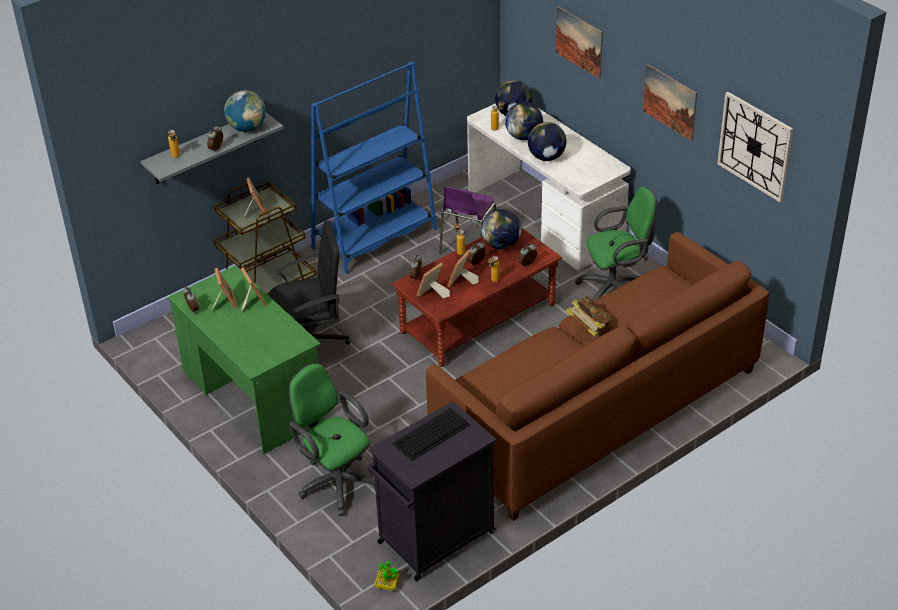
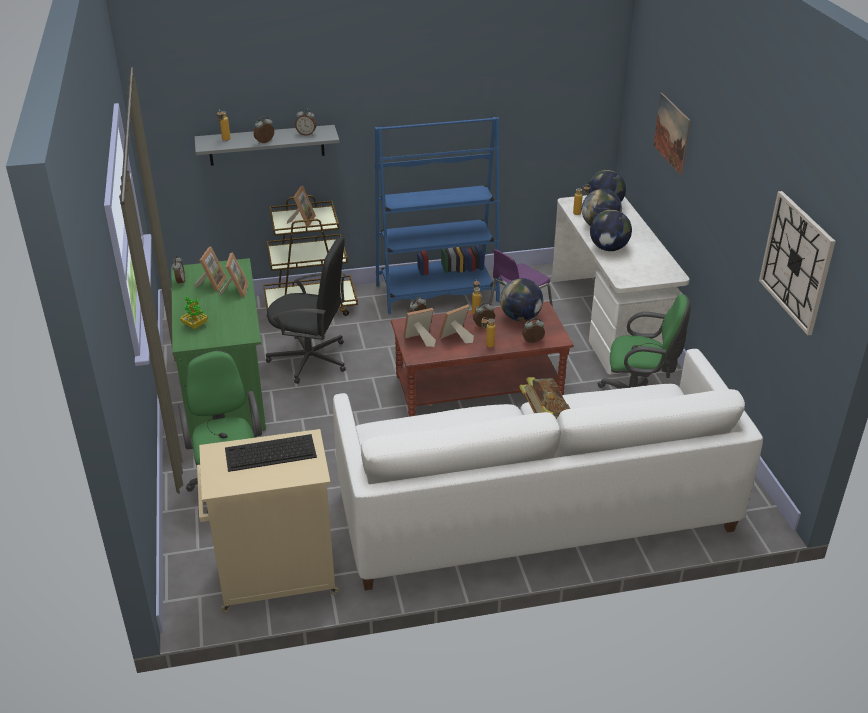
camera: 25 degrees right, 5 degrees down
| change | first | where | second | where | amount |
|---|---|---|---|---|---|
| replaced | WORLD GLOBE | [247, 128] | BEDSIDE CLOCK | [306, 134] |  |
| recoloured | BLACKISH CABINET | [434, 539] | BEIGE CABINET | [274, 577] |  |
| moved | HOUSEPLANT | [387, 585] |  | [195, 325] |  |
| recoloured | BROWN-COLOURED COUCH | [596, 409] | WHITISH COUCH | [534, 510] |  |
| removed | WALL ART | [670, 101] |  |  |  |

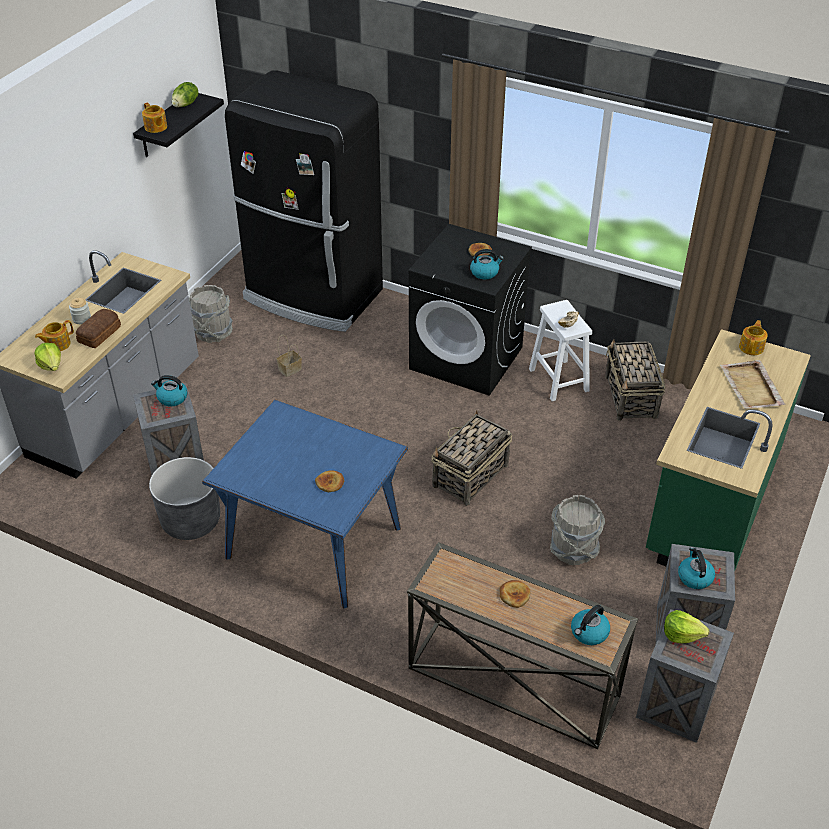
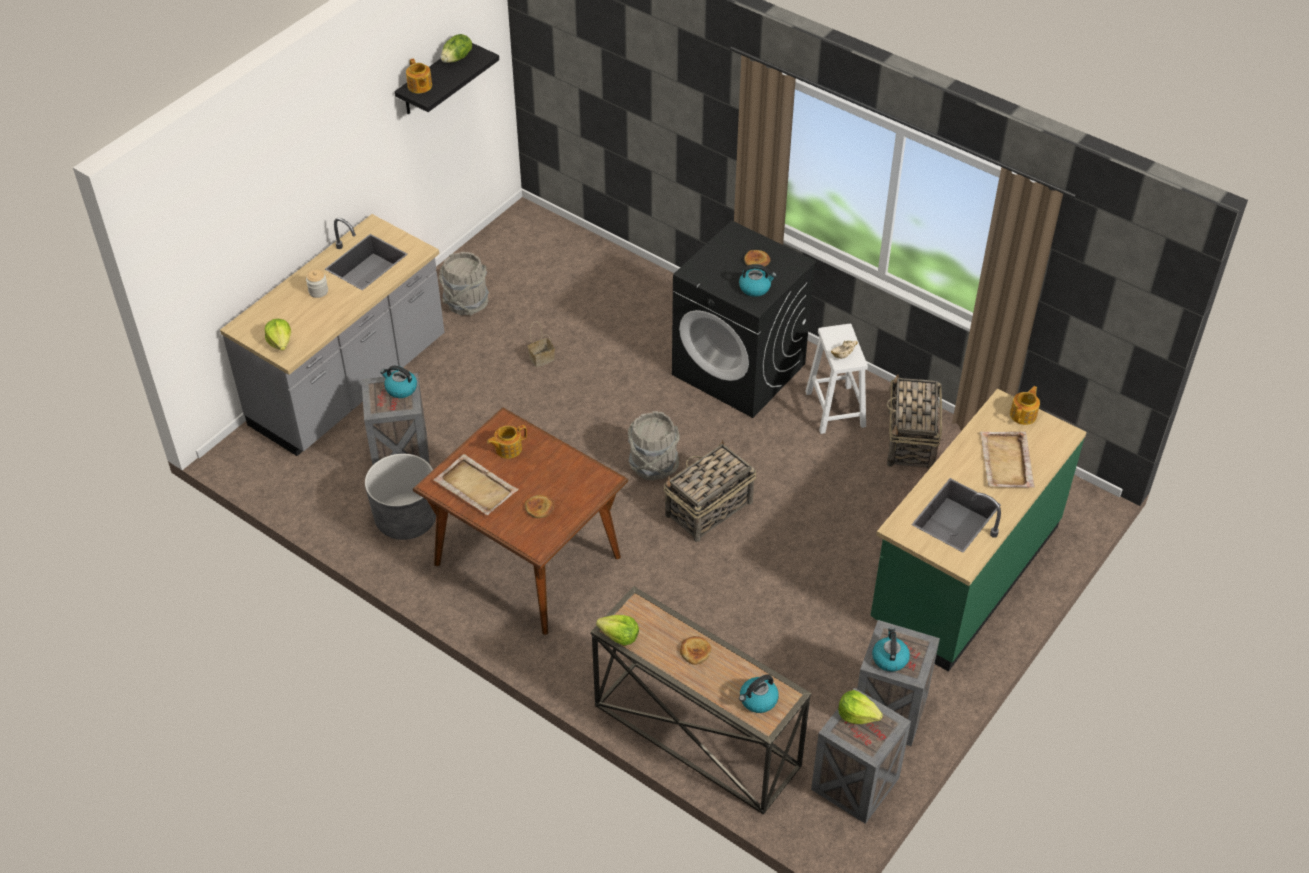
camera: 10 degrees right, 5 degrees up
| change | first | where | second | where | amount |
|---|---|---|---|---|---|
| moved | TEA POT | [57, 344] |  | [507, 448] |  |
| removed | BAKED BREAD | [100, 334] |  |  |  |
| recoloured | BLUE KITCHEN TABLE | [314, 543] | BROWN-COLOURED KITCHEN TABLE | [528, 560] |  |
| removed | BLACKISH REFRIGERATOR | [313, 296] |  |  |  |
| moved | GRAY WATER BUCKET | [573, 550] |  | [653, 465] |  |
| added |  |  | BEIGE TRAY | [475, 486] |  |
| added |  |  | LETTUCE | [619, 636] |  |

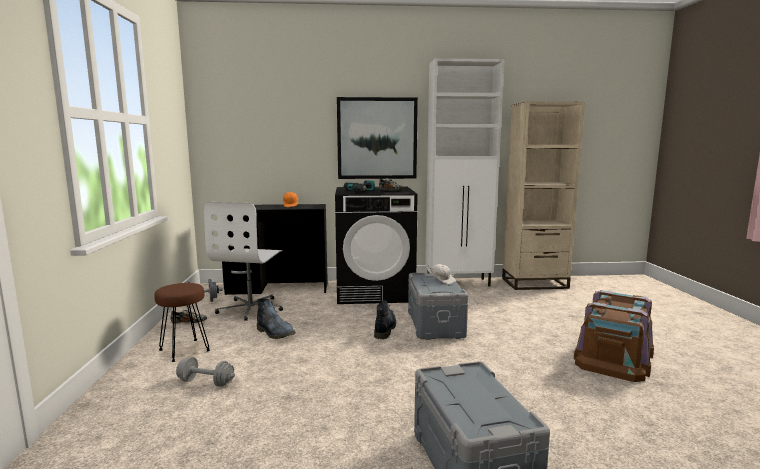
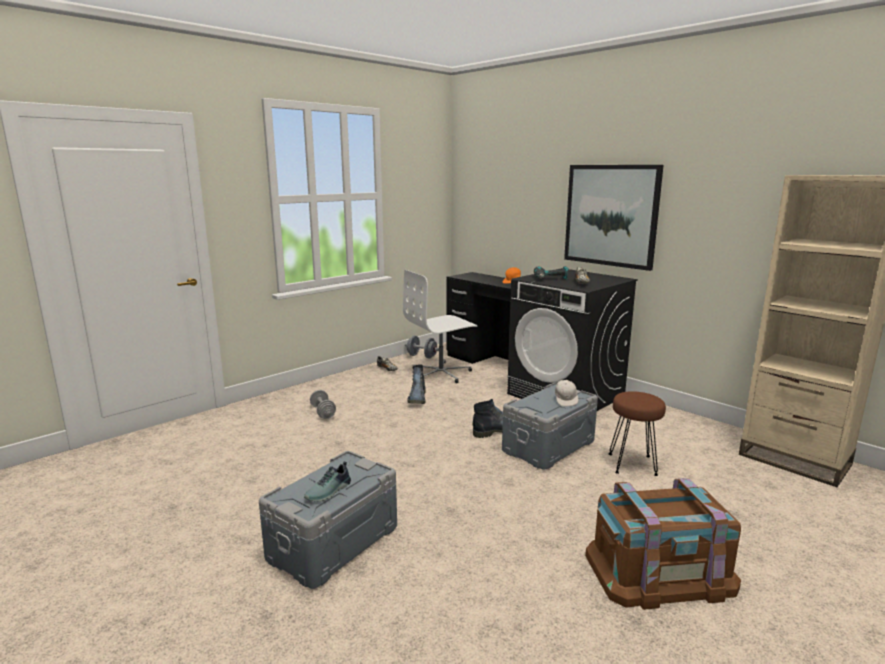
camera: 50 degrees right, 5 degrees up
| change | first | where | second | where | amount |
|---|---|---|---|---|---|
| moved | BROWN-COLOURED STOOL SEAT | [184, 350] |  | [632, 464] |  |
| removed | WHITISH CABINET | [459, 283] |  |  |  |
| added |  |  | SHOE | [329, 492] |  |

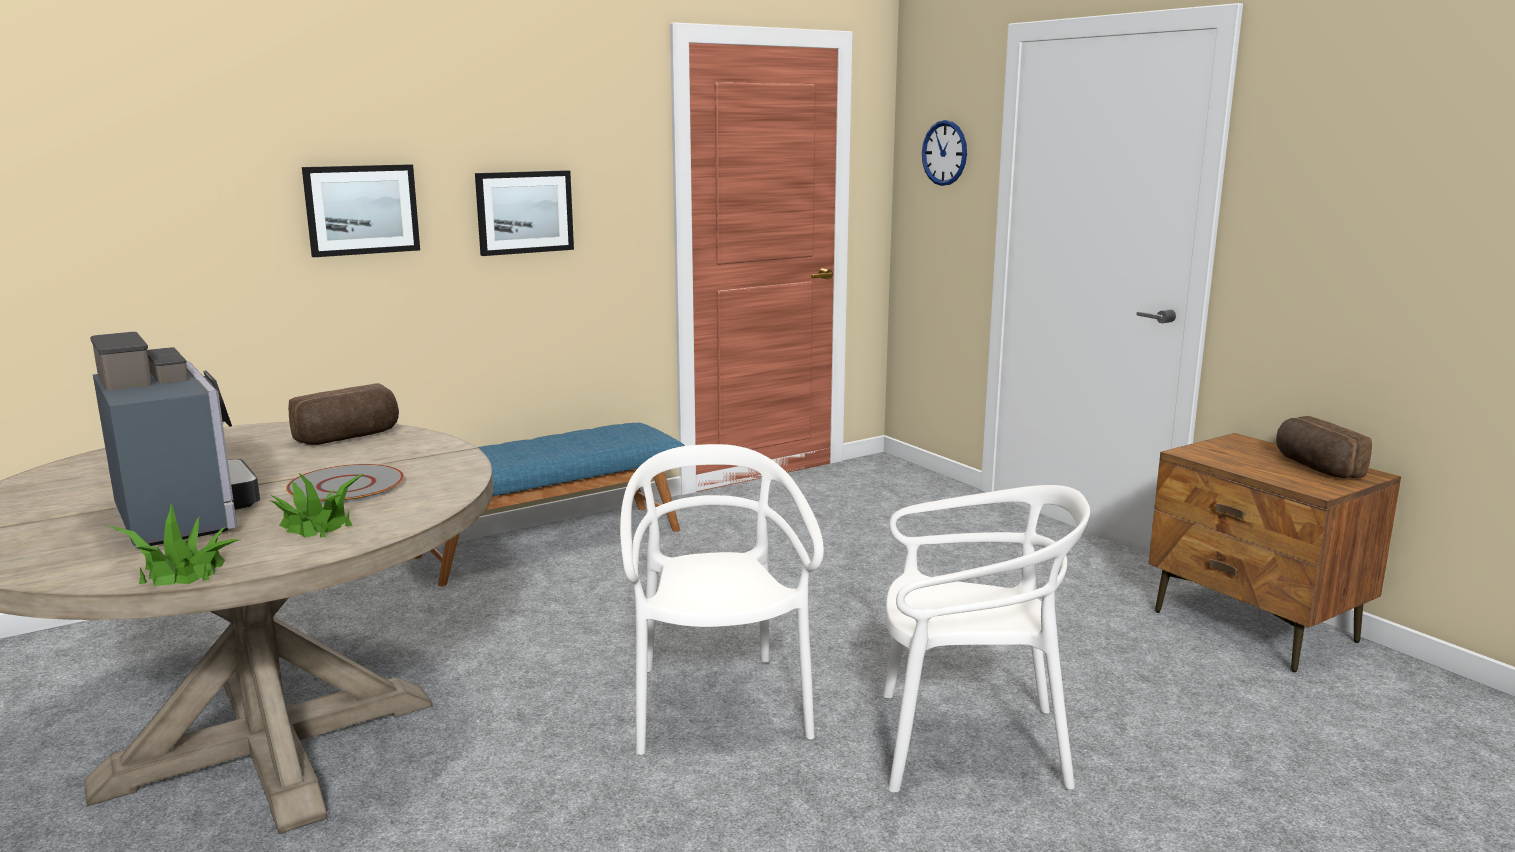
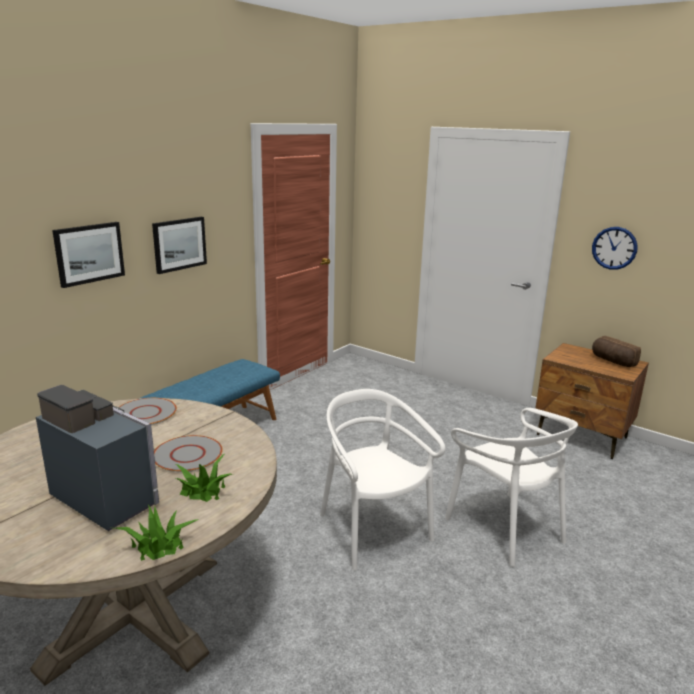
camera: 20 degrees left, 5 degrees up
| change | first | where | second | where | amount |
|---|---|---|---|---|---|
| replaced | BAKED BREAD | [348, 437] | GRAY FLAT DISH | [145, 413] |  |
| turned | WHITISH PLAIN CHAIR | [968, 744] |  | [505, 528] | 75 degrees clockwise |
| moved | HANGING CLOCK | [944, 153] |  | [614, 248] |  |

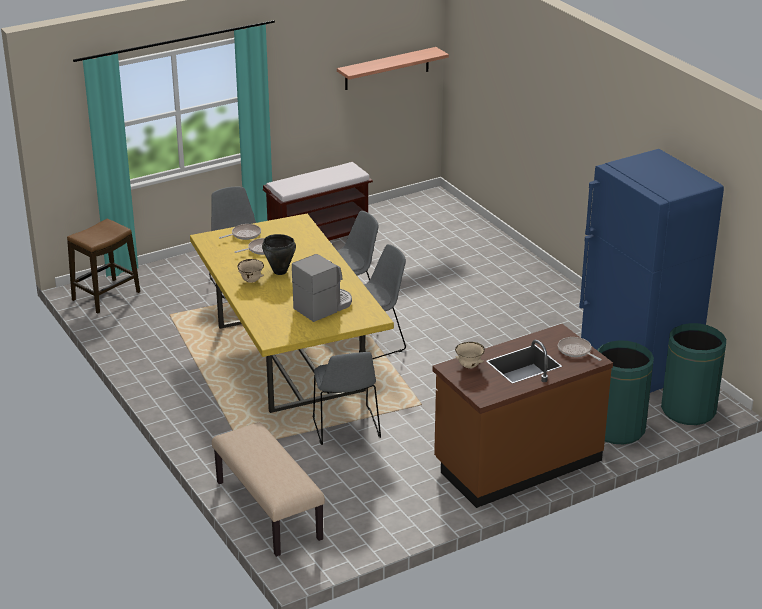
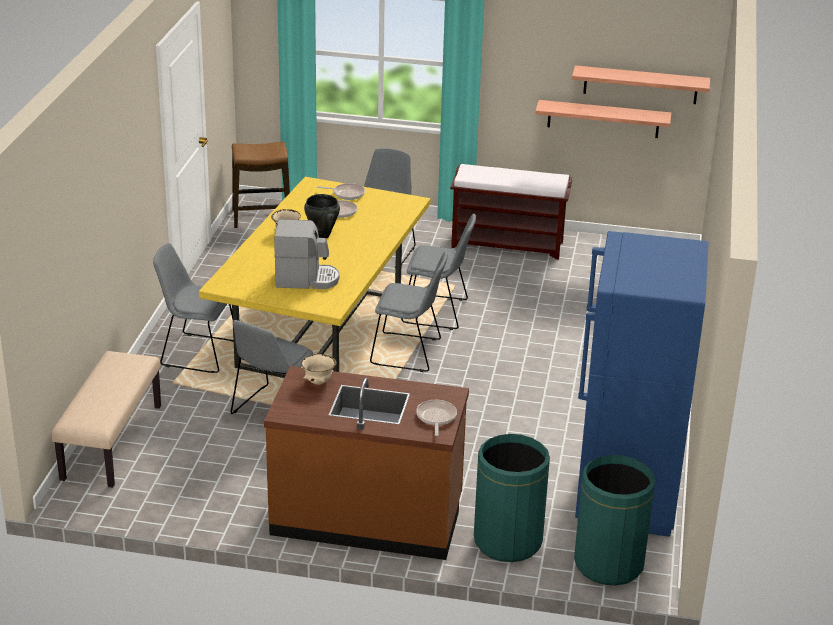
camera: 40 degrees right, 0 degrees up
| change | first | where | second | where | amount |
|---|---|---|---|---|---|
| added |  |  | GRAY PLAIN CHAIR | [197, 353] |  |
| added |  |  | SHELF | [603, 119] |  |

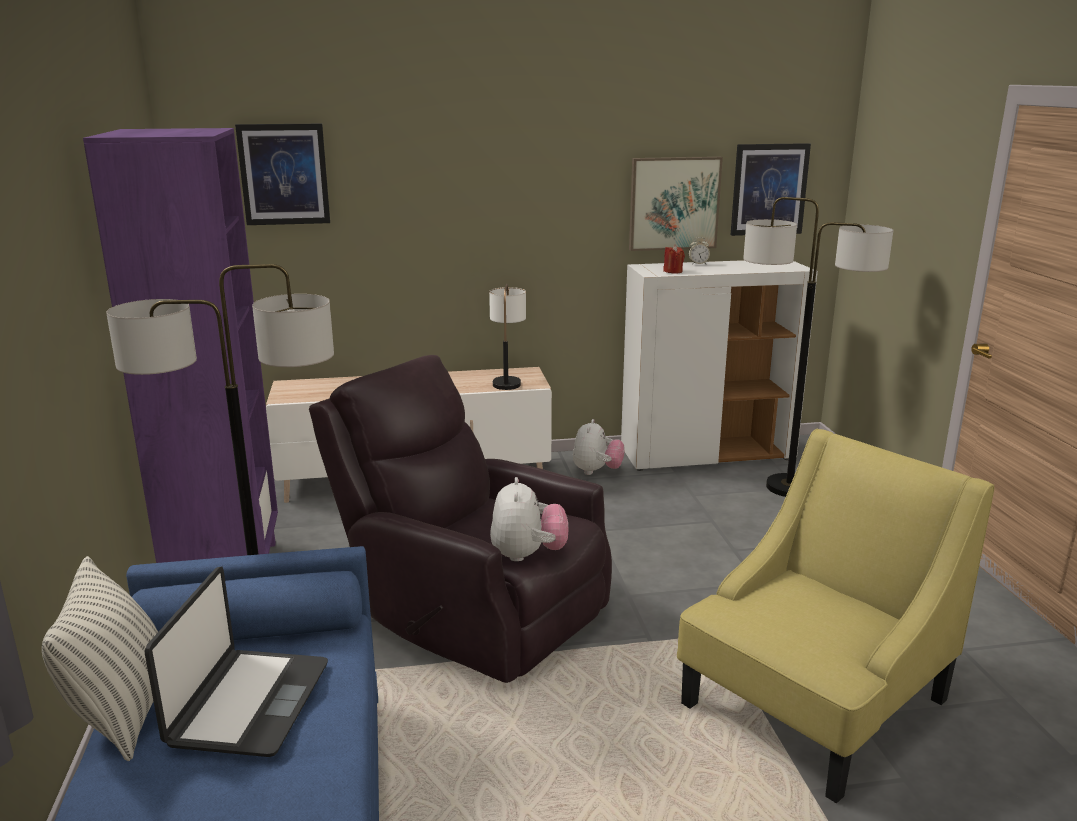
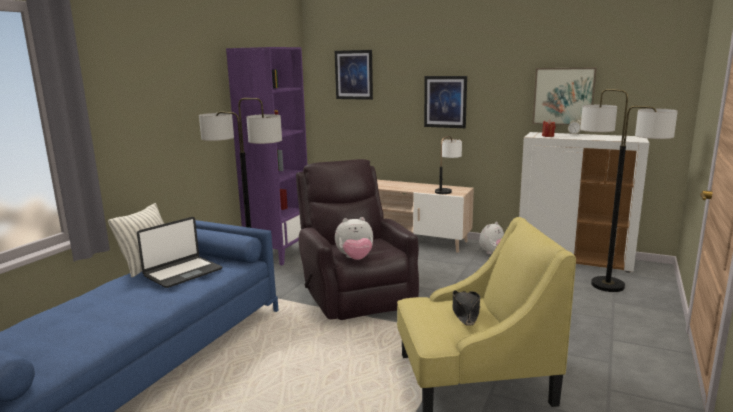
camera: 35 degrees right, 5 degrees down
| change | first | where | second | where | amount |
|---|---|---|---|---|---|
| turned | CUDDLY TOY | [528, 556] |  | [355, 258] | 45 degrees clockwise |
| moved | WALL ART | [769, 189] |  | [445, 102] |  |
| added |  |  | BLACKISH CLOTHING HAT | [465, 312] |  |

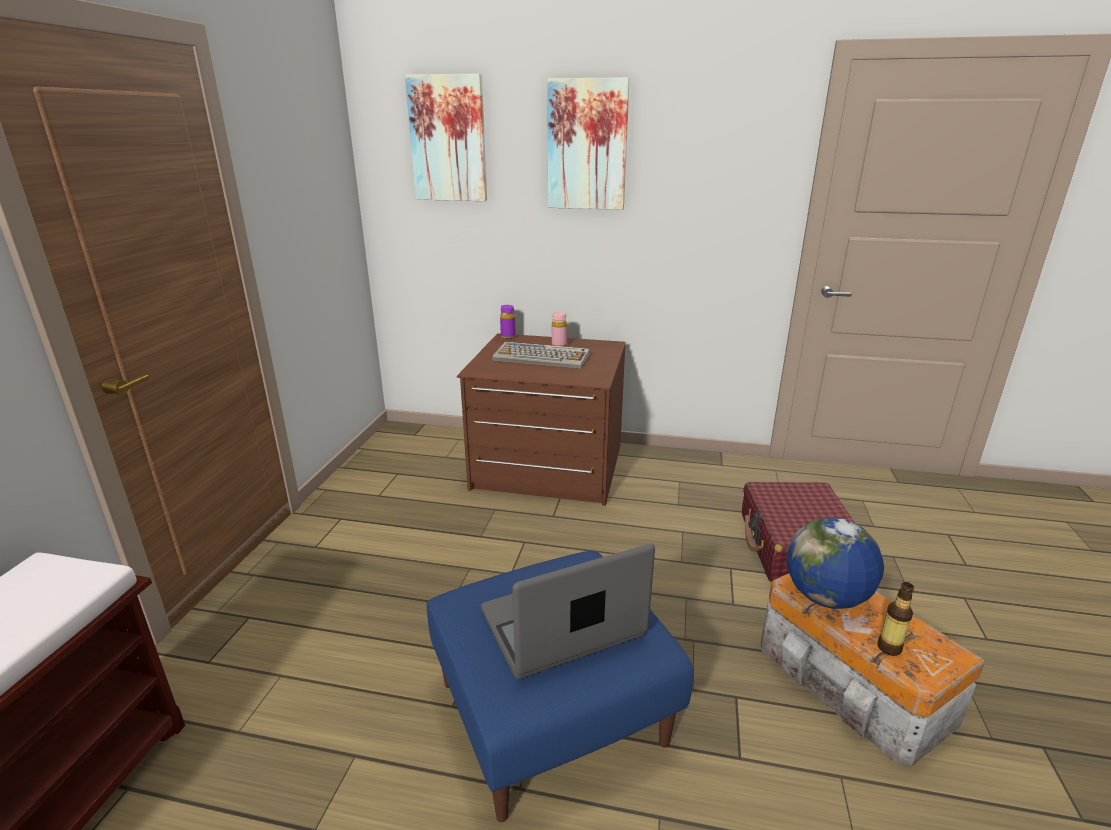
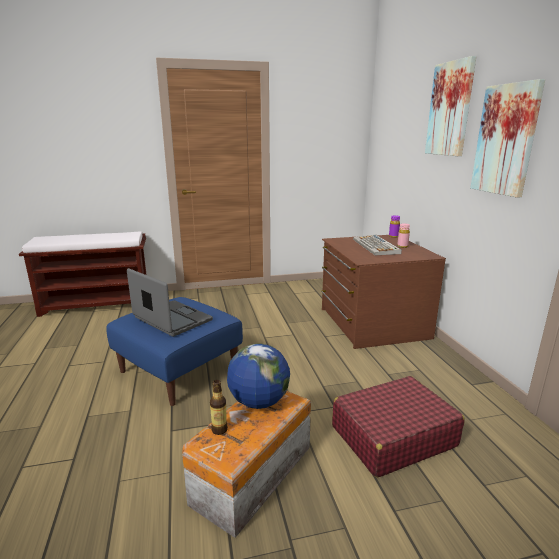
camera: 65 degrees right, 5 degrees down
| change | first | where | second | where | amount |
|---|---|---|---|---|---|
| moved | WALL ART | [448, 139] |  | [506, 140] |  |

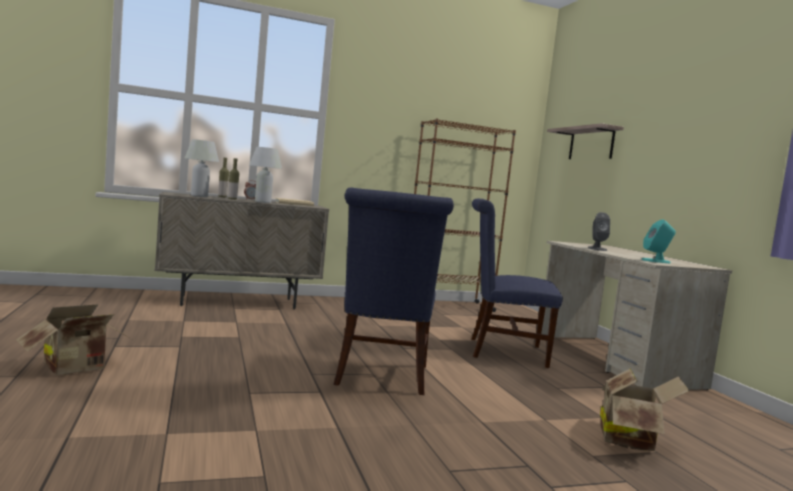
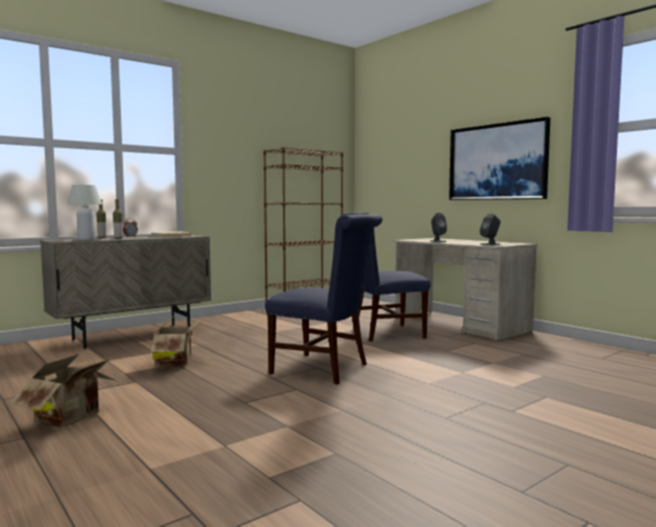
camera: 20 degrees left, 0 degrees up
| change | first | where | second | where | amount |
|---|---|---|---|---|---|
| removed | WHITISH LAMP FOR A TABLE | [262, 202] |  |  |  |
| turned | BLUE PLAIN CHAIR | [381, 377] |  | [325, 369] | 45 degrees counterclockwise |
| removed | SHELF | [591, 144] |  |  |  |
| moved | CARDBOARD BOX | [631, 439] |  | [177, 362] |  |
| recoloured | TURQUOISE SPEAKER | [656, 261] | GRAY SPEAKER | [490, 244] |  |
| added |  |  | WALL ART | [497, 162] |  |

